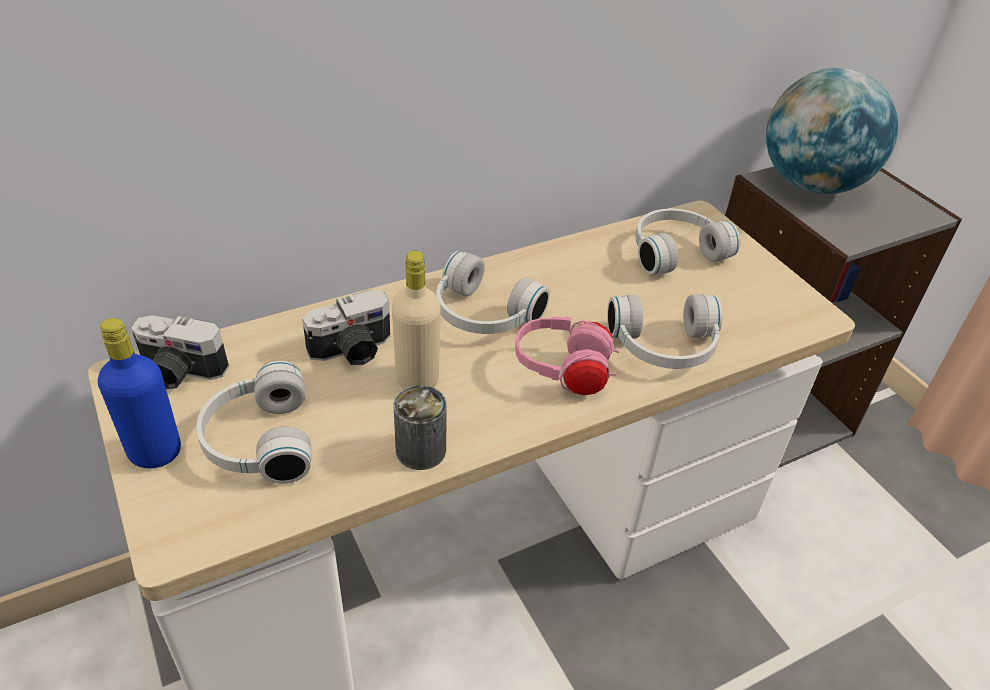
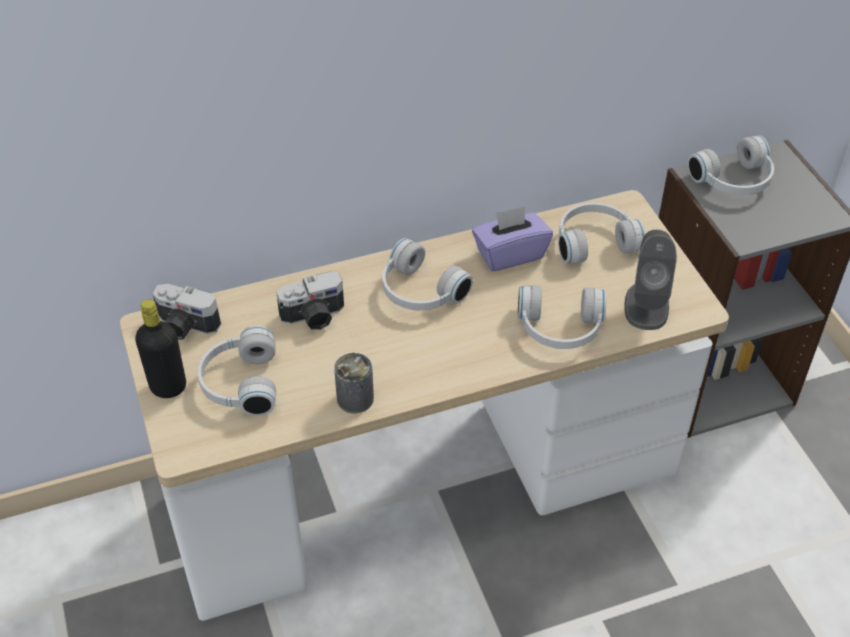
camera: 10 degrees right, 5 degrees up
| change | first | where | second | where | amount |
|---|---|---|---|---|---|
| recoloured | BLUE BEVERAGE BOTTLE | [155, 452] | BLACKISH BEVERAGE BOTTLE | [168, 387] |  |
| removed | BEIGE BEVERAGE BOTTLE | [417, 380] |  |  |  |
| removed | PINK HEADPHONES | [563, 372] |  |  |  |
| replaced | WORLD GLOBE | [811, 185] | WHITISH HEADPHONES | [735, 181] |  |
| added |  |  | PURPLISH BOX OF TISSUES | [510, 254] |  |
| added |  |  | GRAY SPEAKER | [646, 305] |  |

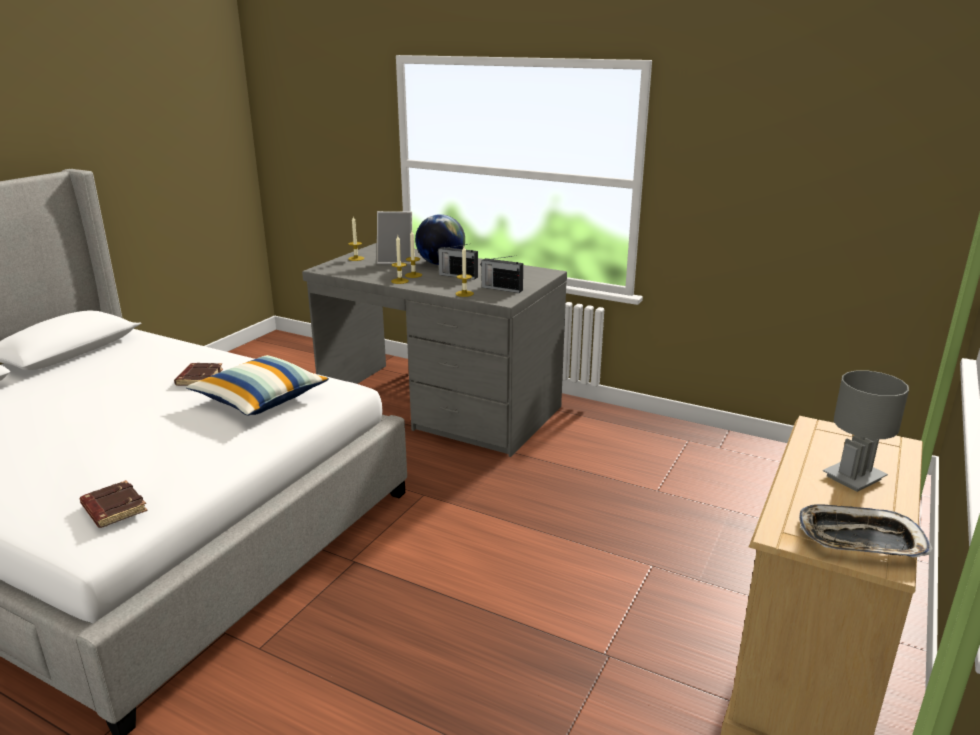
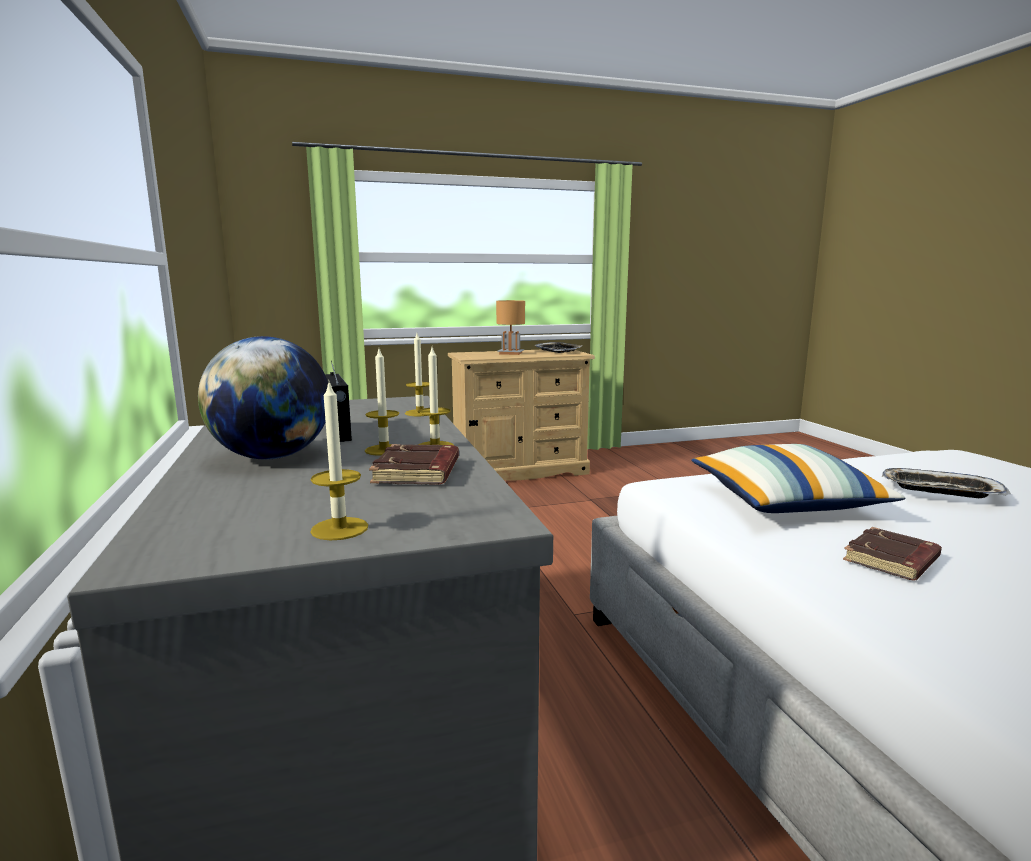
camera: 135 degrees left, 10 degrees down
| change | first | where | second | where | amount |
|---|---|---|---|---|---|
| moved | BROWN-COLOURED BOUND BOOK | [113, 509] |  | [418, 473] |  |
| removed | PICTURE FRAME | [396, 261] |  |  |  |
| removed | RADIO RECEIVER | [501, 288] |  |  |  |
| recoloured | GRAY LAMP FOR A TABLE | [854, 478] | BROWN-COLOURED LAMP FOR A TABLE | [510, 353] |  |
| added |  |  | TRAY | [940, 490] |  |

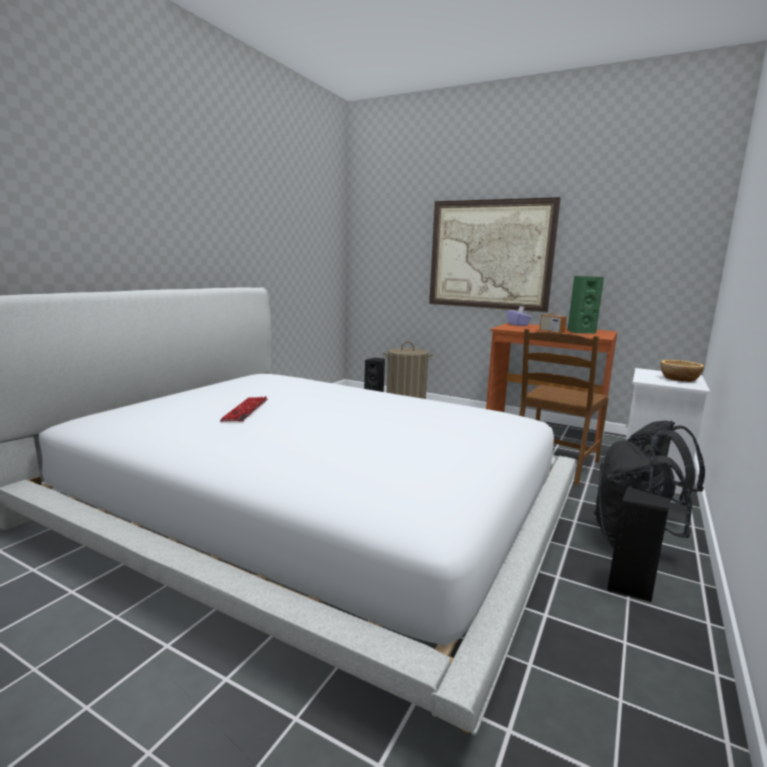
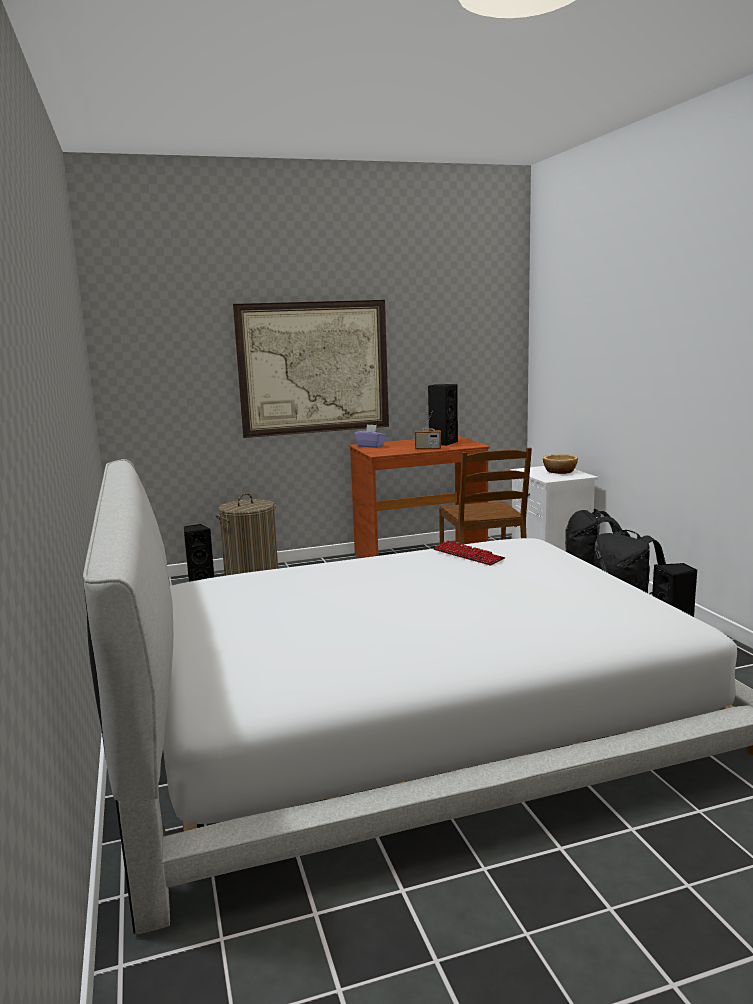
camera: 45 degrees left, 0 degrees up
| change | first | where | second | where | amount |
|---|---|---|---|---|---|
| moved | COMPUTER KEYBOARD | [245, 411] |  | [468, 555] |  |
| recoloured | GREEN-COLOURED SPEAKER | [580, 332] | BLACKISH SPEAKER | [442, 443] |  |

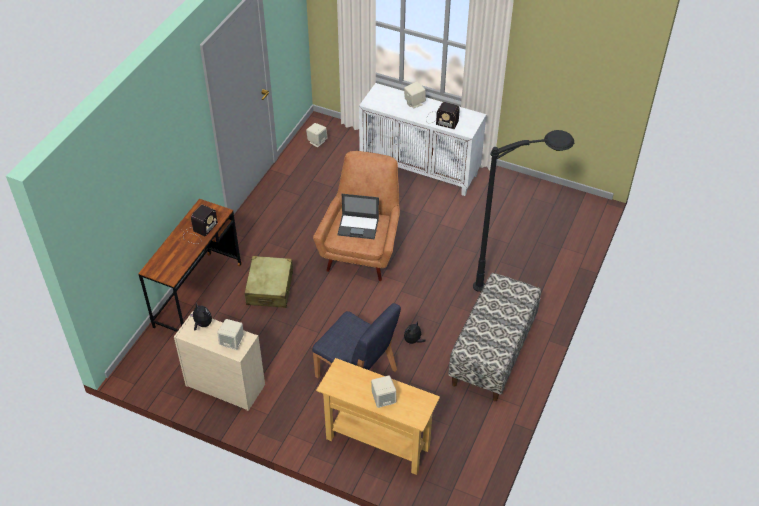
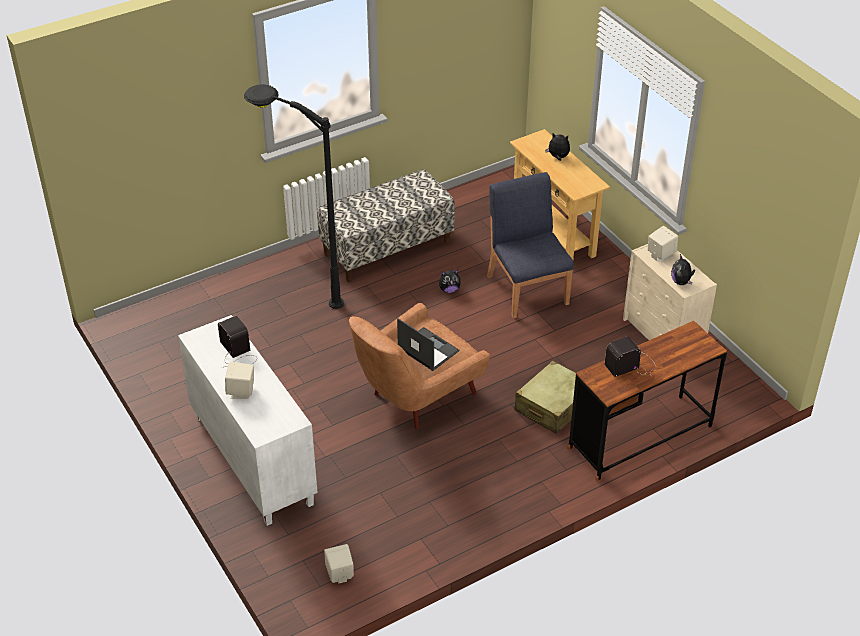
camera: 145 degrees left, 5 degrees down
| change | first | where | second | where | amount |
|---|---|---|---|---|---|
| replaced | BEIGE SPEAKER | [383, 399] | CUDDLY TOY | [558, 157] |  |

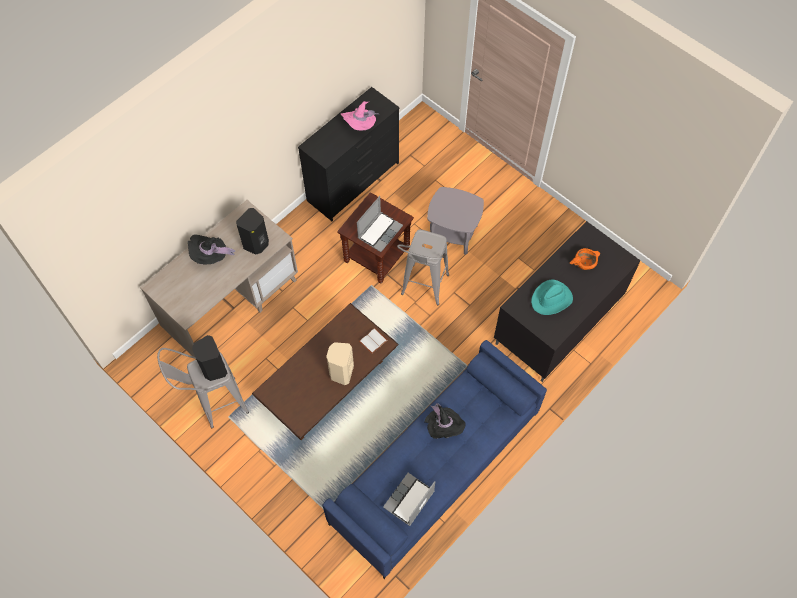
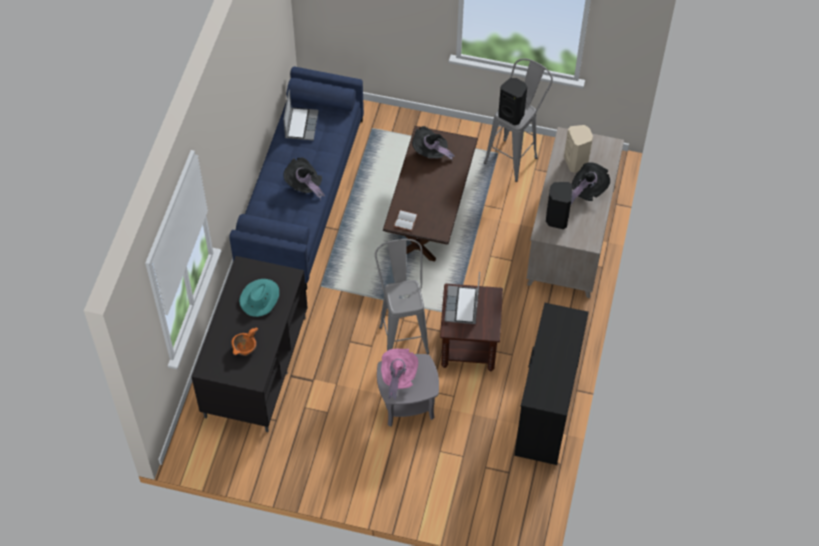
camera: 150 degrees right, 5 degrees down
| change | first | where | second | where | amount |
|---|---|---|---|---|---|
| moved | BEIGE SPEAKER | [341, 372] |  | [576, 162] |  |
| moved | PINK CLOTHING HAT | [360, 126] |  | [398, 377] |  |
| added |  |  | BLACKISH CLOTHING HAT | [431, 152] |  |

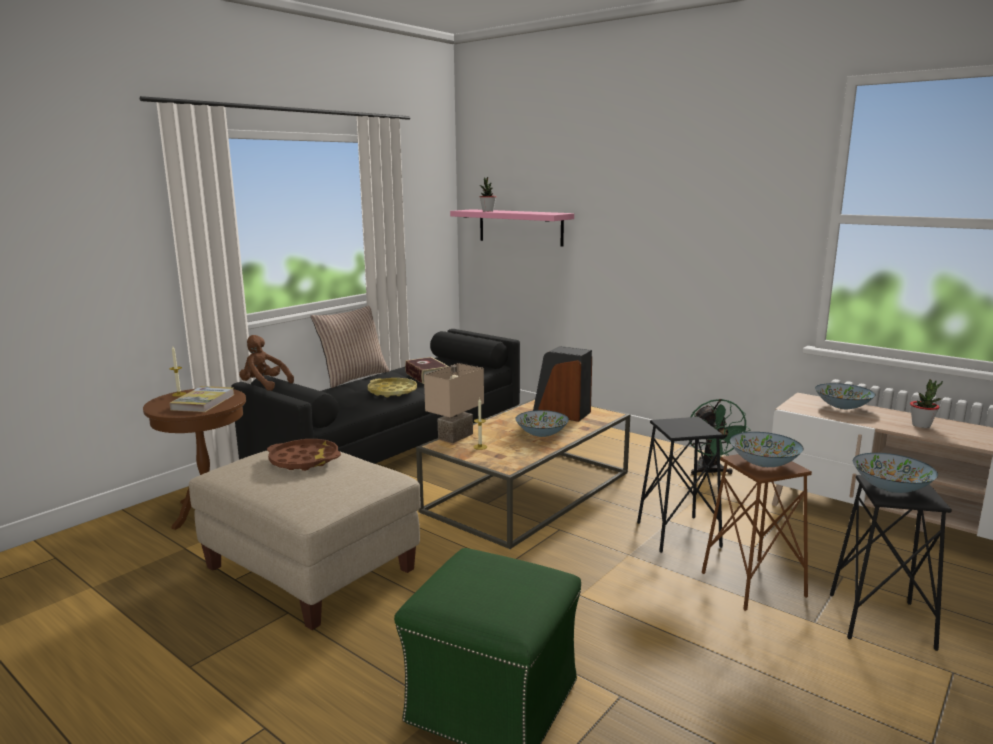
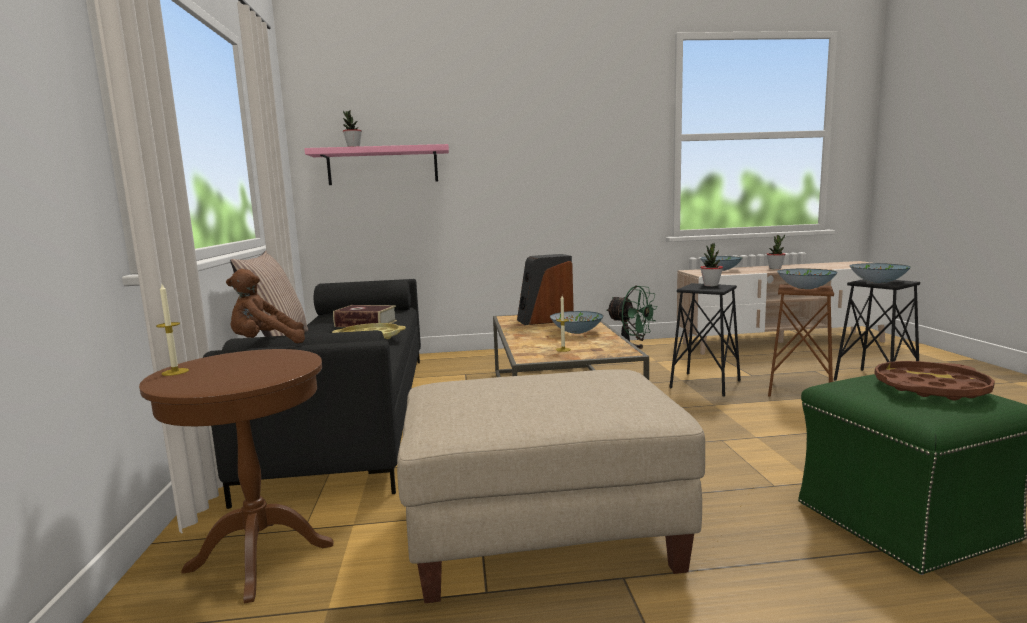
camera: 45 degrees left, 5 degrees down
| change | first | where | second | where | amount |
|---|---|---|---|---|---|
| removed | BOUND BOOK | [203, 402] |  |  |  |
| moved | BROWN-COLOURED TRAY | [304, 460] |  | [930, 388] |  |
| removed | BEIGE LAMP FOR A TABLE | [456, 437] |  |  |  |
| added |  |  | HOUSEPLANT | [711, 285] |  |

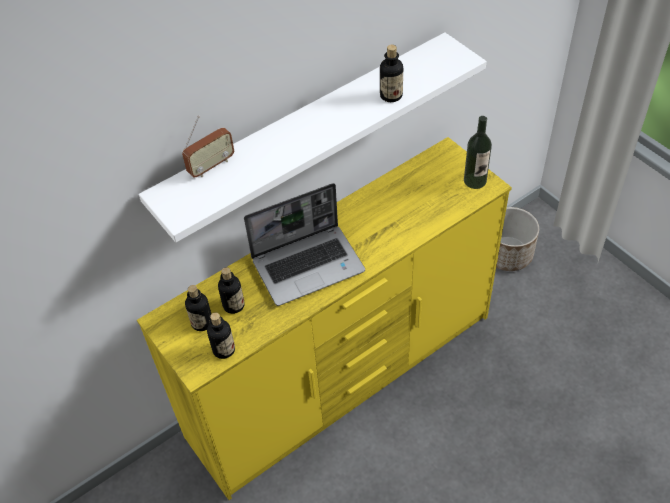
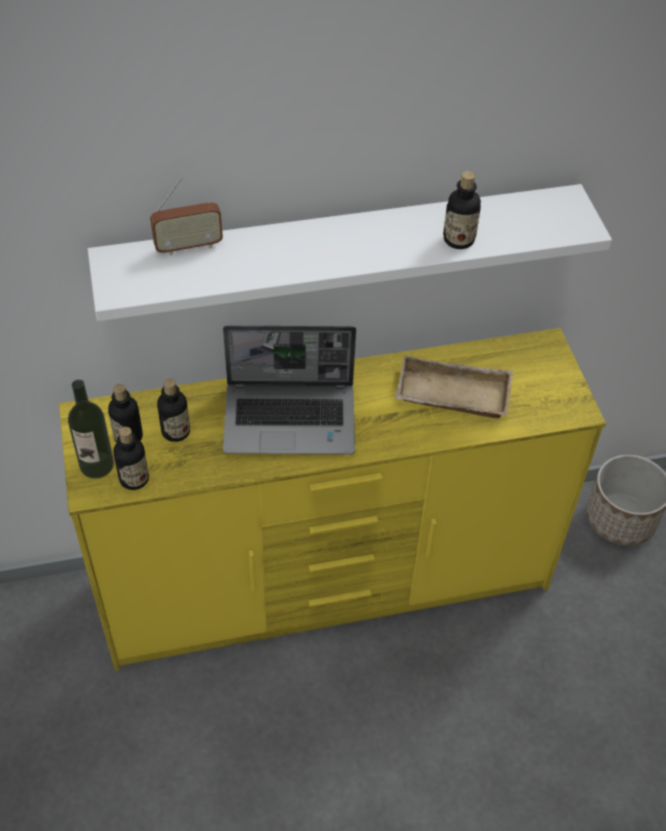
camera: 20 degrees right, 0 degrees up
| change | first | where | second | where | amount |
|---|---|---|---|---|---|
| moved | BEVERAGE BOTTLE | [475, 181] |  | [97, 465] |  |
| added |  |  | BEIGE TRAY | [451, 396] |  |

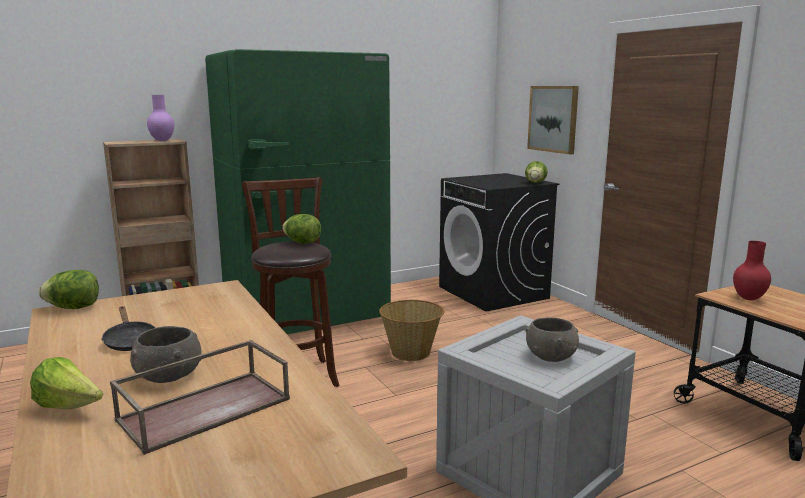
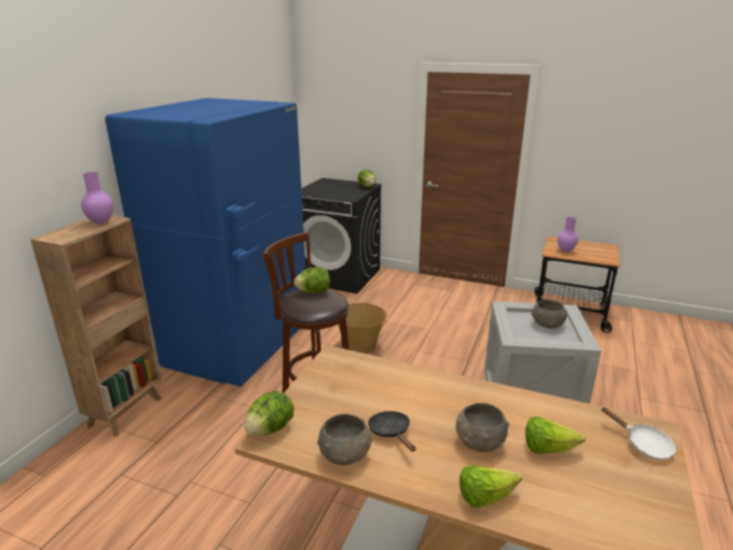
camera: 40 degrees left, 10 degrees up
| change | first | where | second | where | amount |
|---|---|---|---|---|---|
| turned | BLACKISH SKILLET | [129, 341] |  | [391, 432] | 135 degrees counterclockwise |
| replaced | BROWN-COLOURED TRAY | [206, 408] | LETTUCE | [547, 448] |  |
| recoloured | GREEN-COLOURED REFRIGERATOR | [306, 317] | BLUE REFRIGERATOR | [238, 346] |  |
| removed | WALL ART | [553, 119] |  |  |  |
| recoloured | REDDISH DECORATIVE VASE | [749, 298] | PURPLISH DECORATIVE VASE | [566, 251] |  |
| added |  |  | GRAY BOWL | [345, 454] |  |
| added |  |  | WHITISH SKILLET | [643, 444] |  |

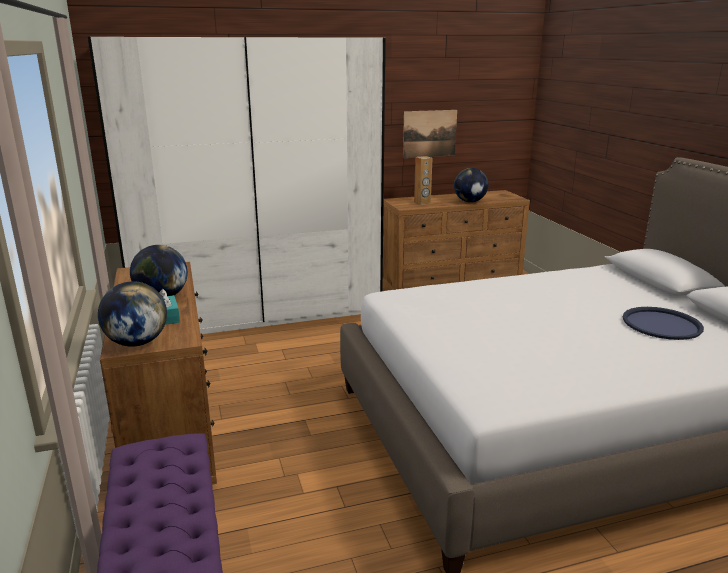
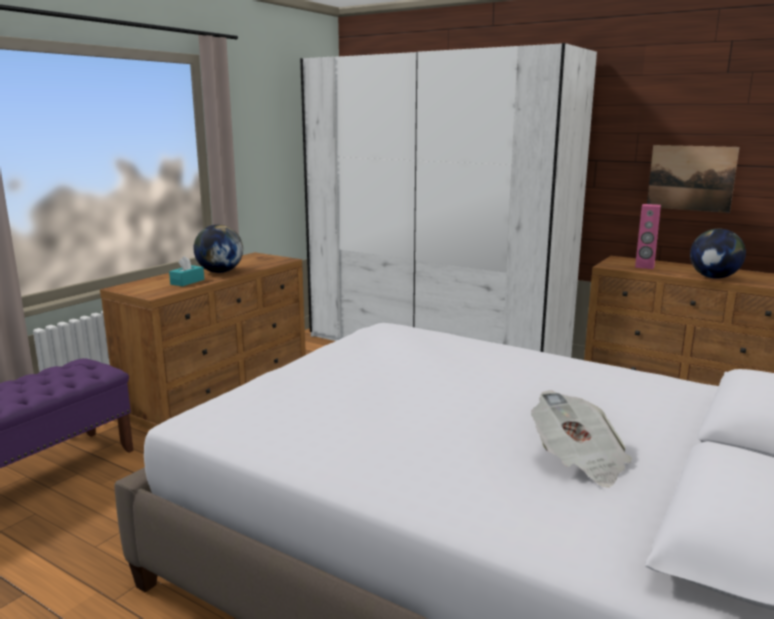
camera: 50 degrees right, 5 degrees down
| change | first | where | second | where | amount |
|---|---|---|---|---|---|
| removed | WORLD GLOBE | [137, 343] |  |  |  |
| recoloured | BROWN-COLOURED SPEAKER | [422, 203] | PINK SPEAKER | [644, 266] |  |
| replaced | BLUE TRAY | [661, 324] | PRINTED PAPER | [579, 461] |  |

